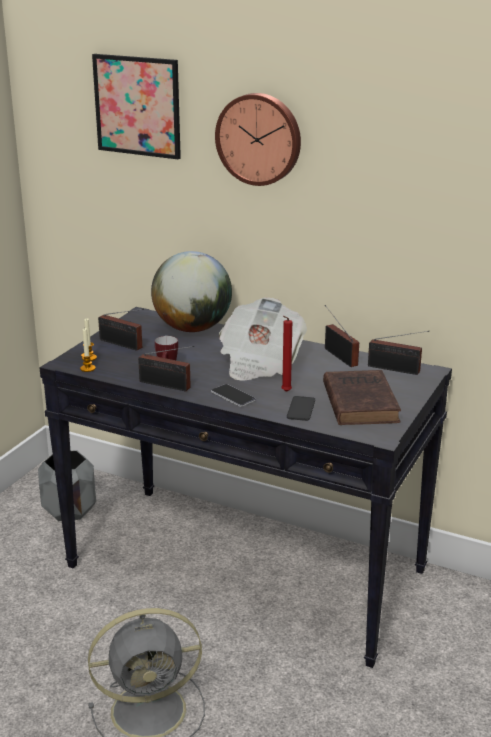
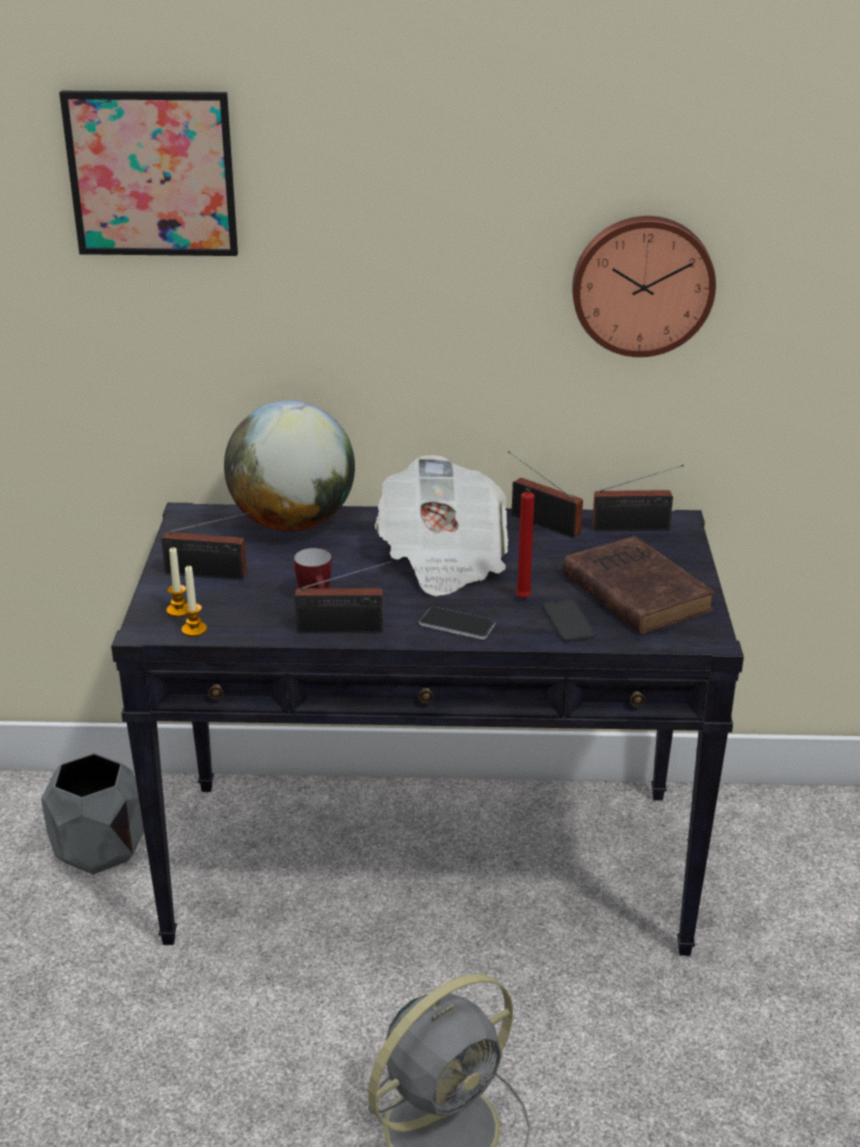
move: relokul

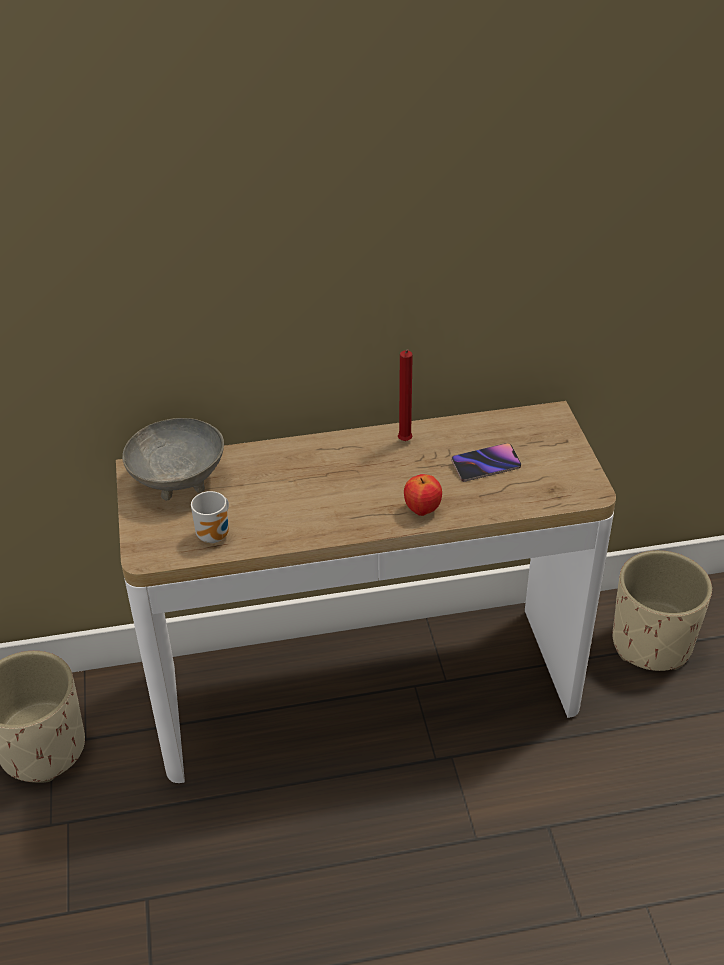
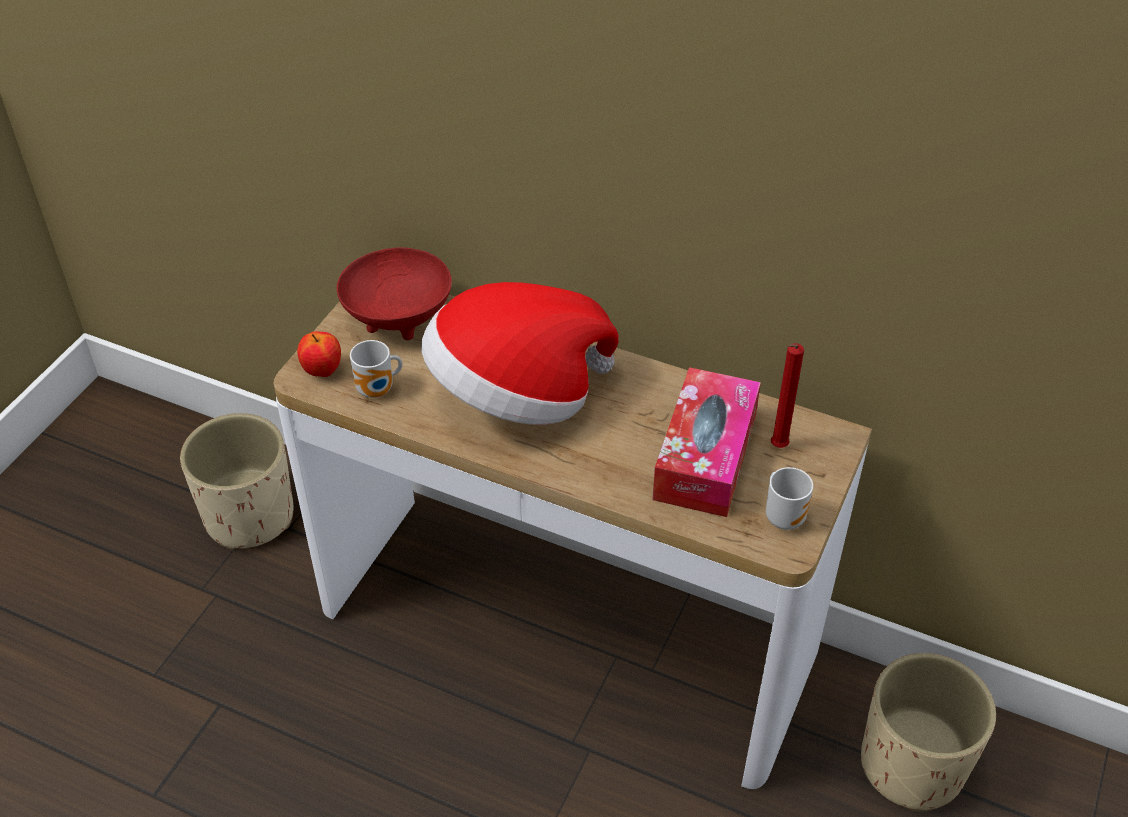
insert: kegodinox; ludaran (2nd from left)
move: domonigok; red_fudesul
replace: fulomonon to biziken
recolor: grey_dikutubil to red_dikutubil

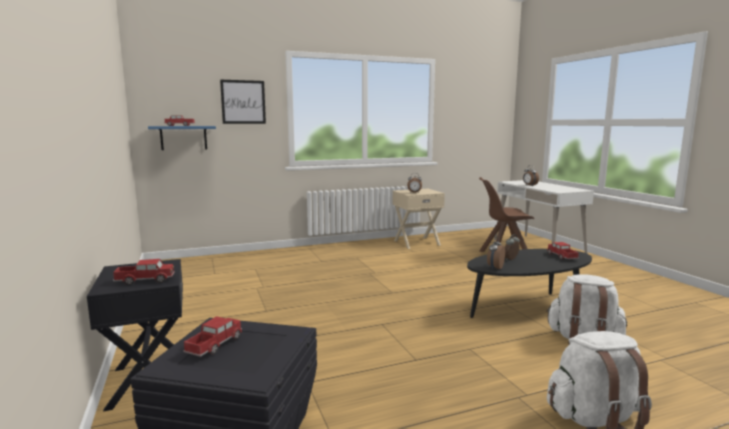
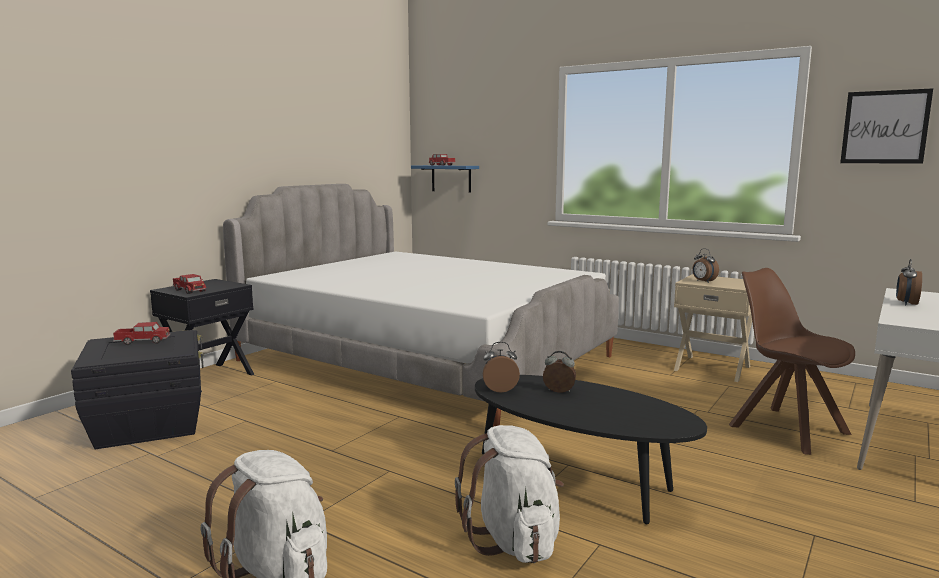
delete: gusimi (4th from left)
insert: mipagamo
move: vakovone

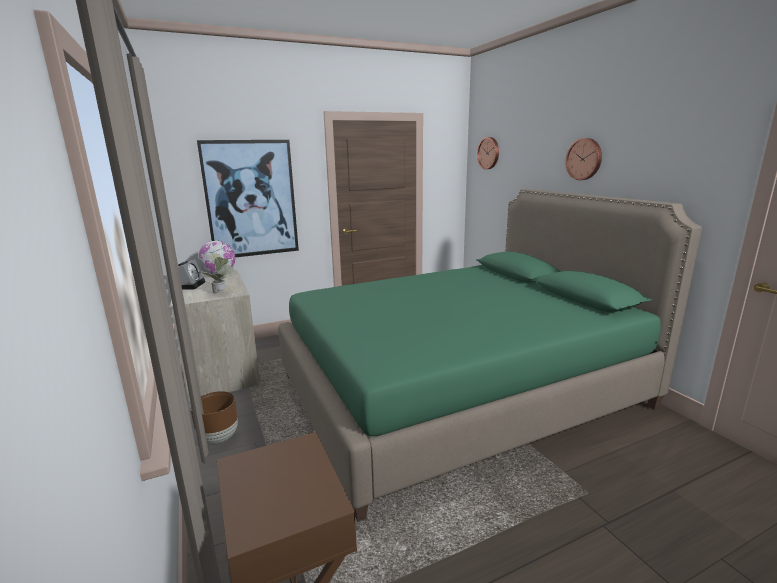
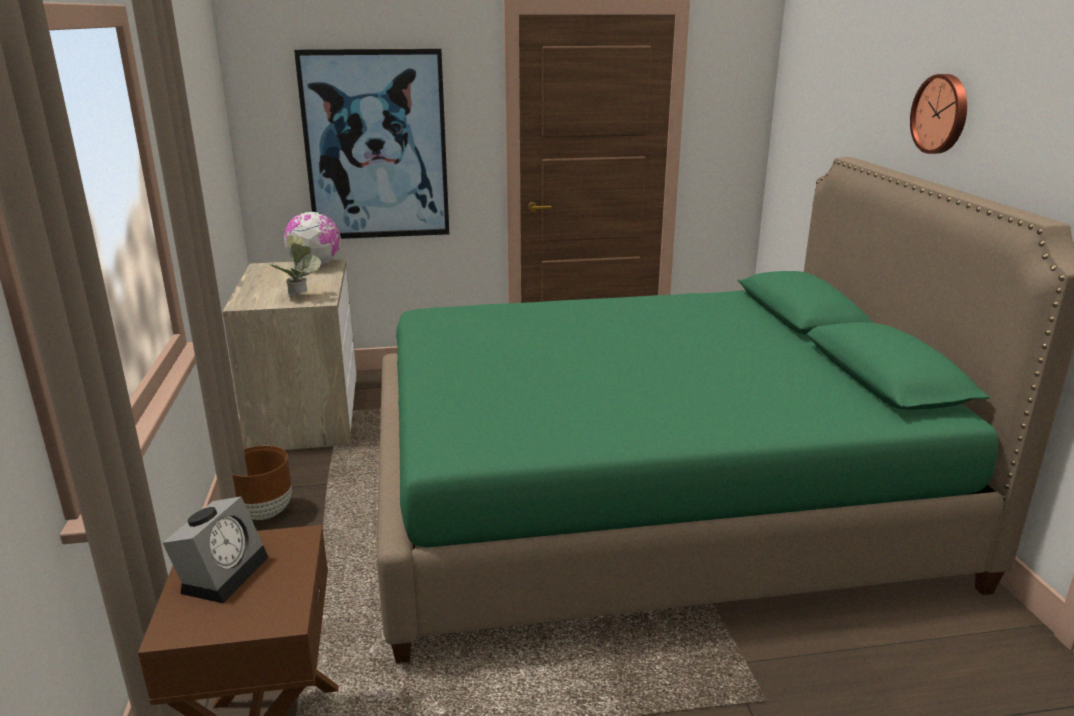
delete: relokul (1st from left)
move: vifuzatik

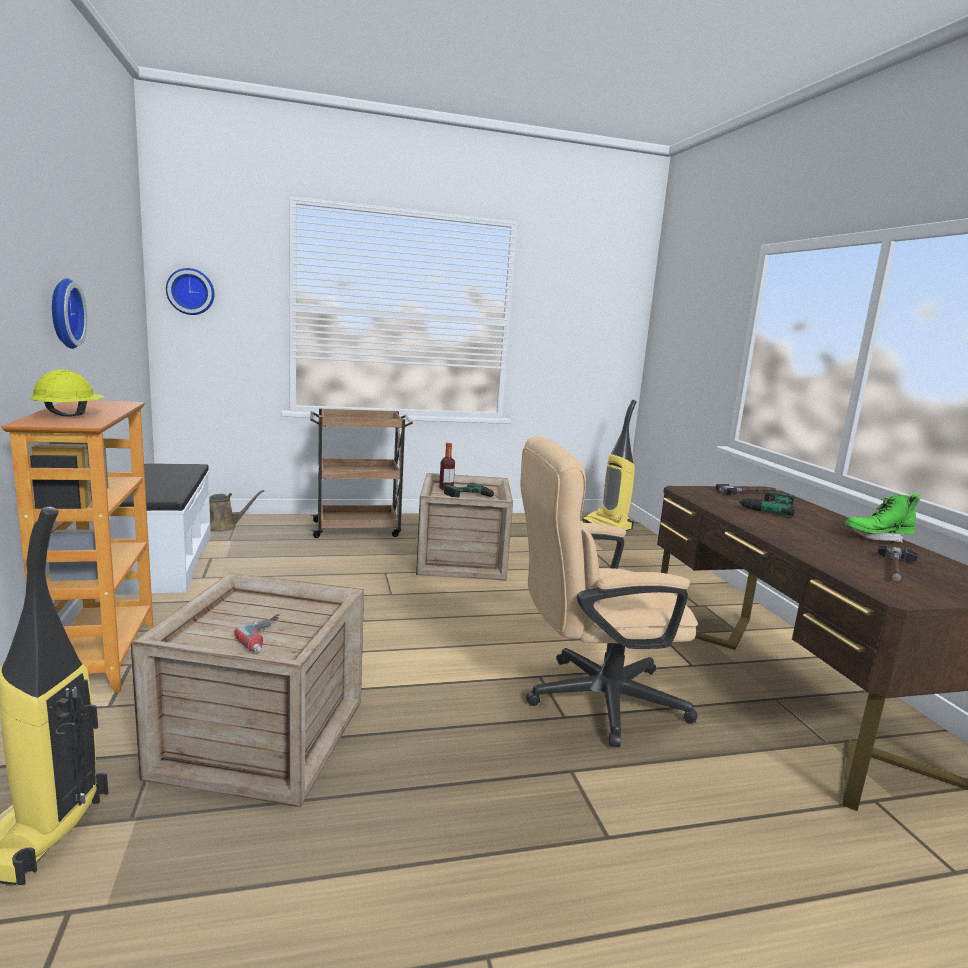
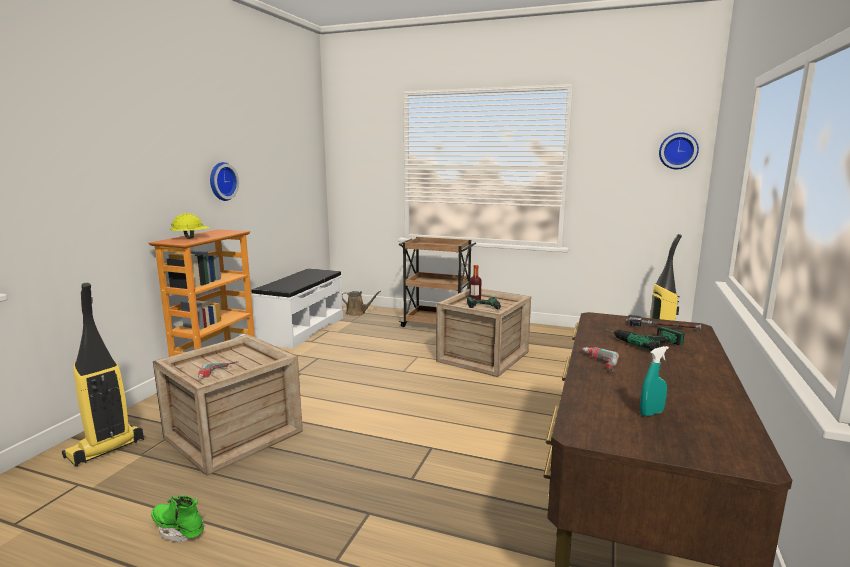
delete: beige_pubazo
insert: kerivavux (3rd from left)
move: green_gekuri; relokul (2nd from left)
replace: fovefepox (2nd from left) to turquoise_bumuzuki

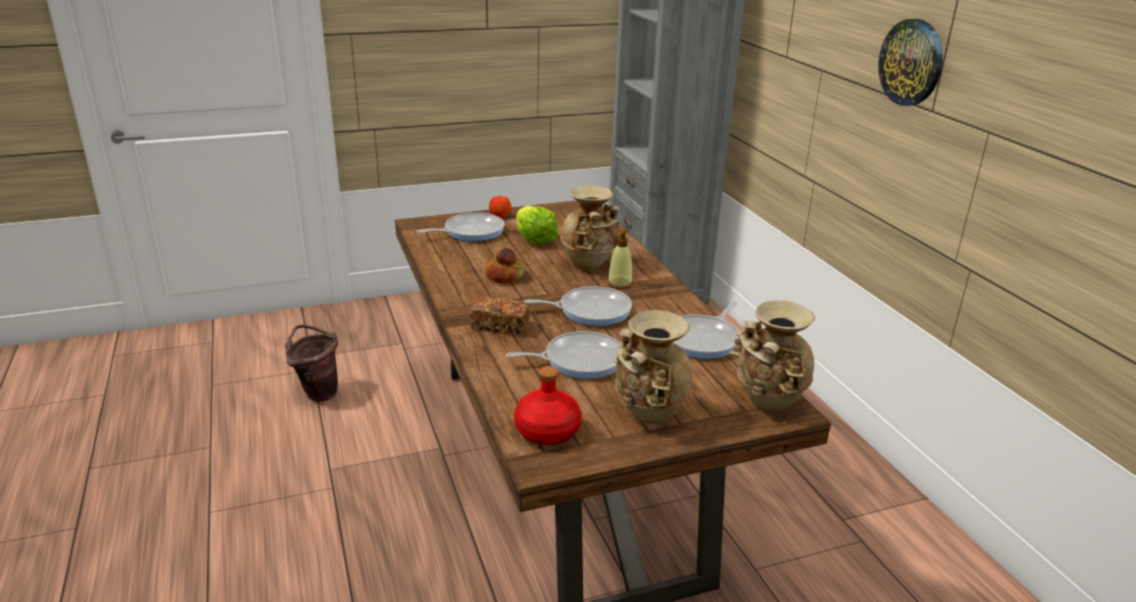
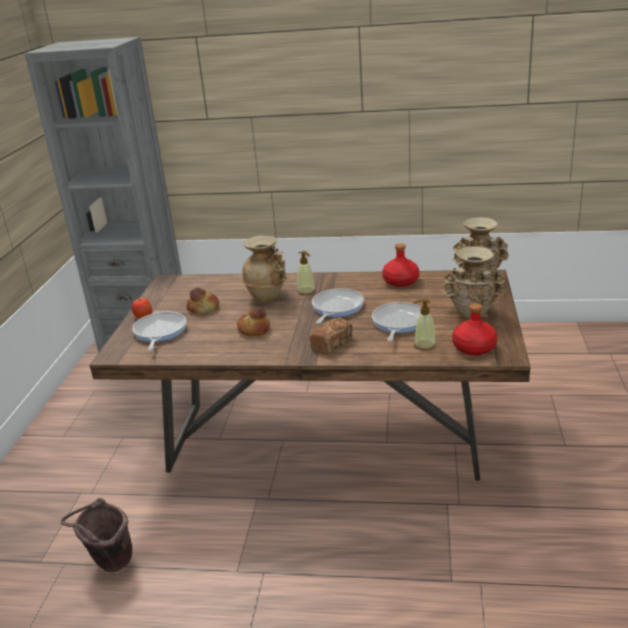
delete: relokul
insert: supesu (2nd from left)
replace: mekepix to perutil (1st from left); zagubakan (4th from left) to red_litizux (1st from left)

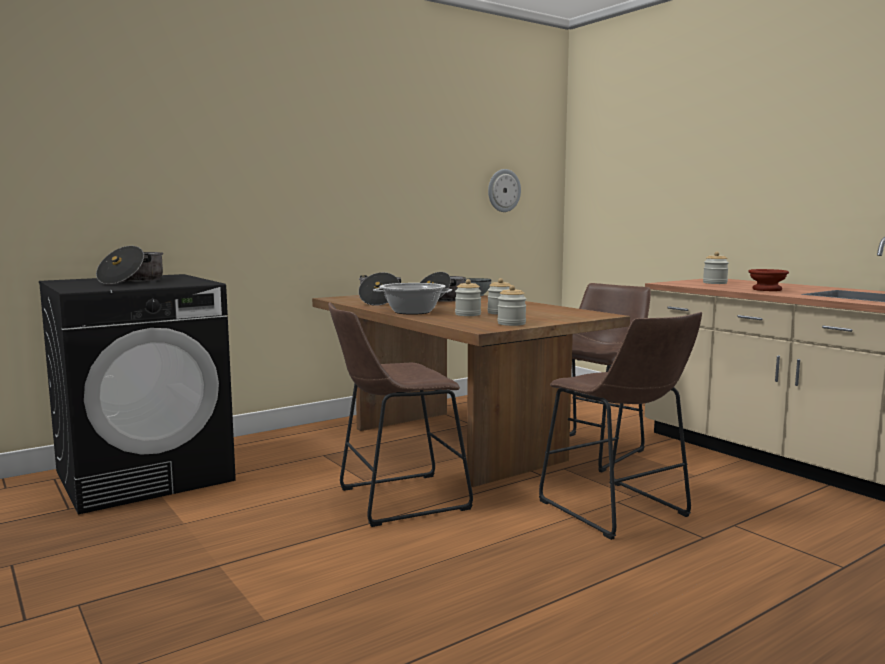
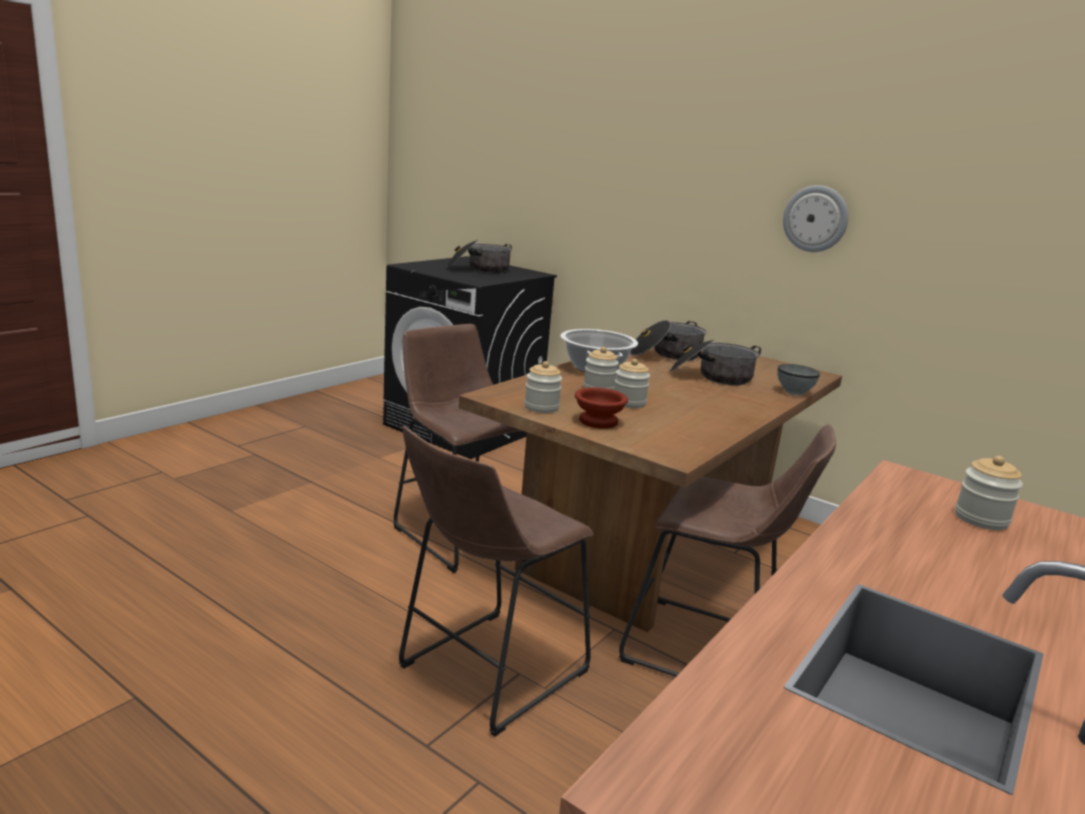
move: brown_dikutubil; relokul

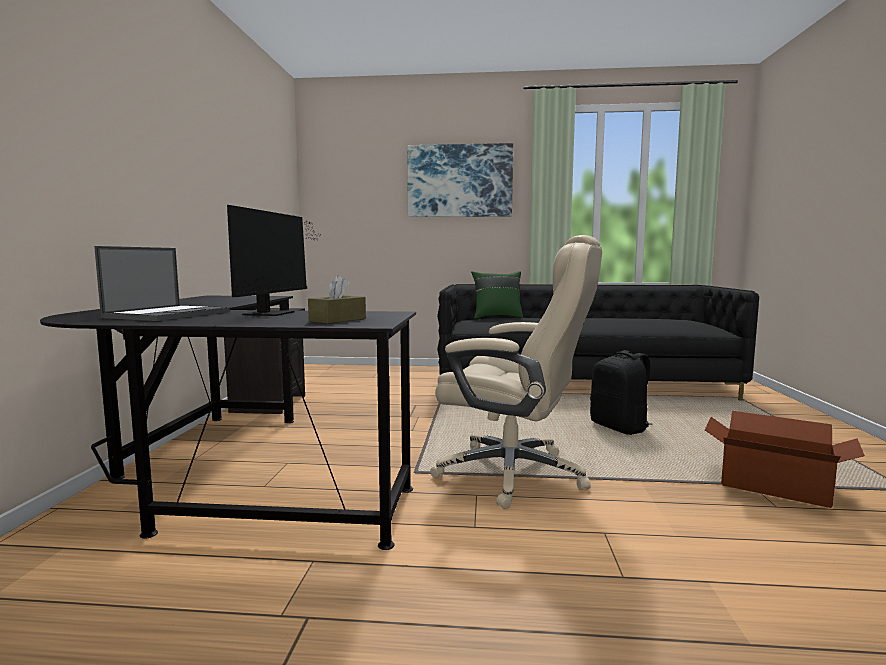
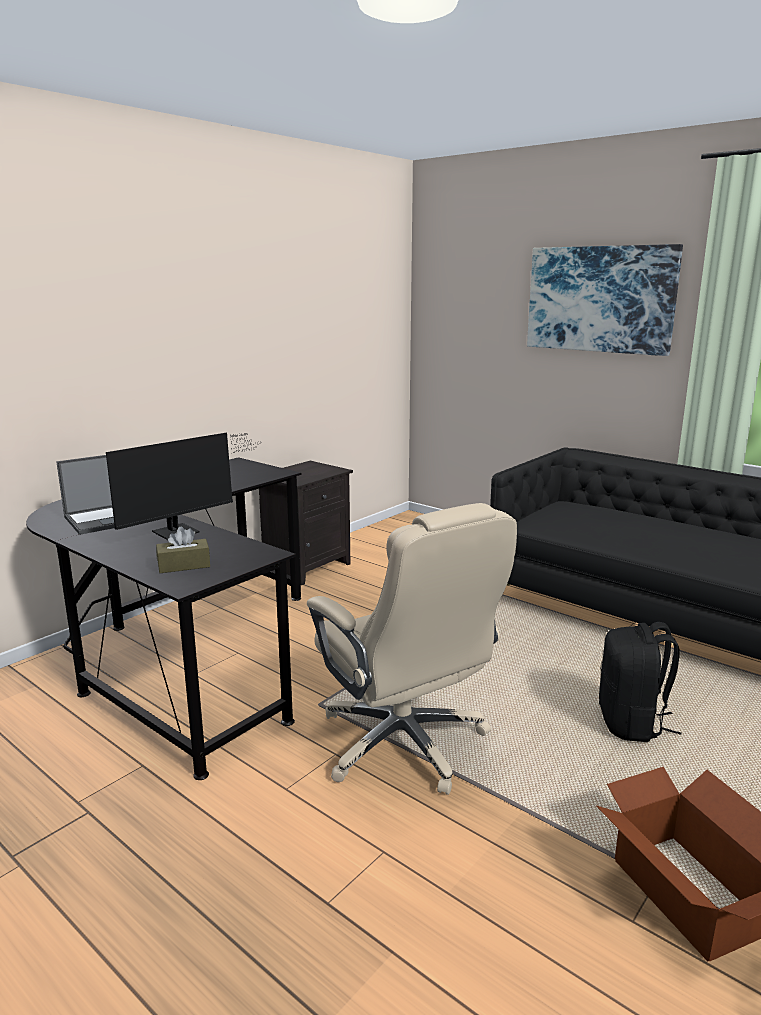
delete: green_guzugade

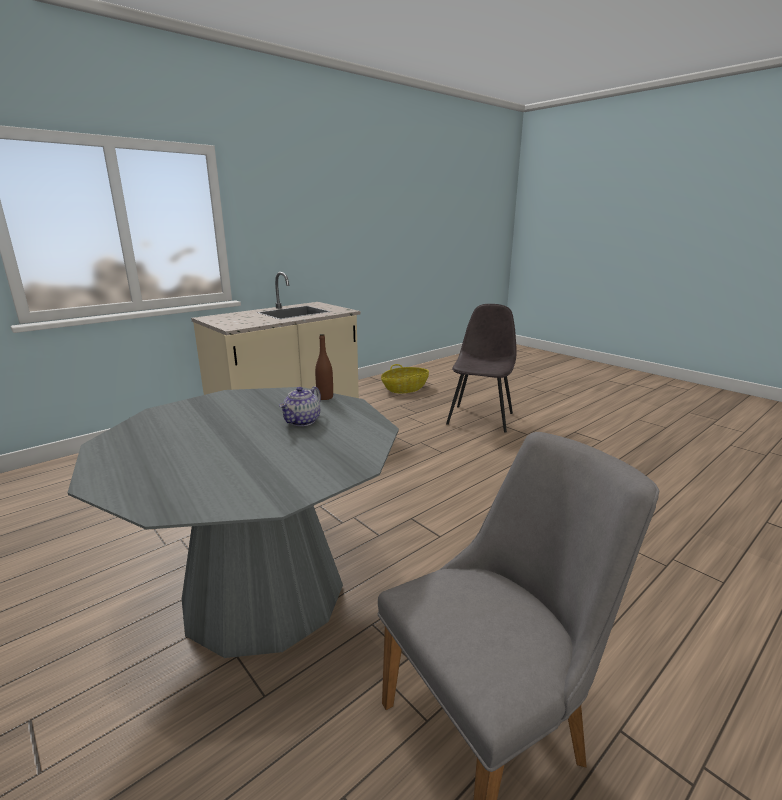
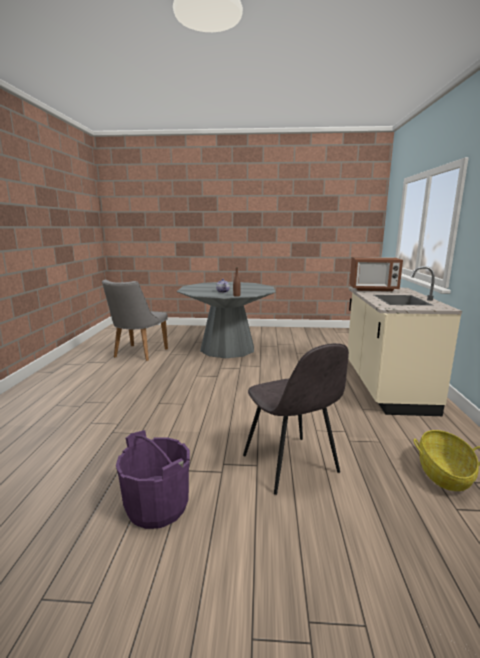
insert: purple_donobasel; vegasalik

